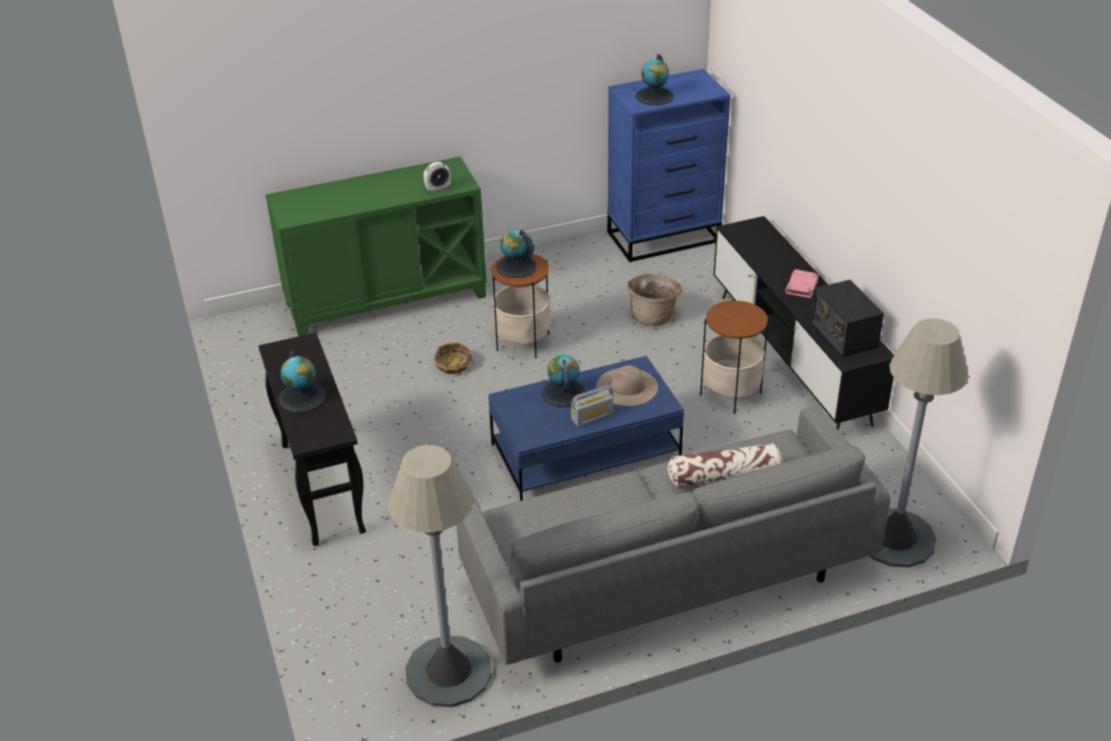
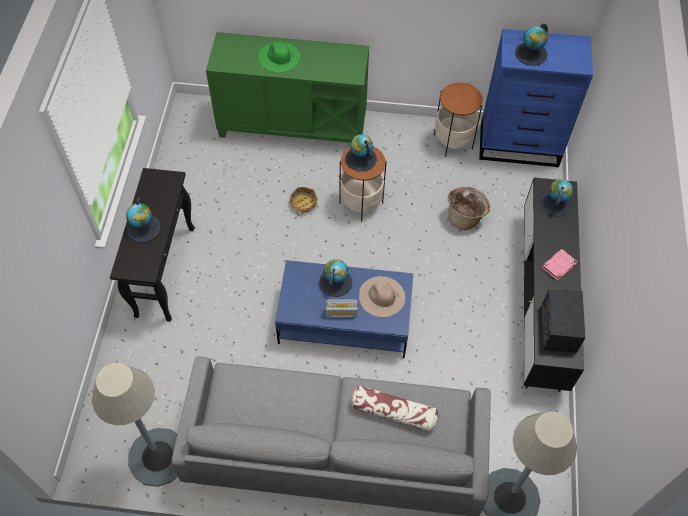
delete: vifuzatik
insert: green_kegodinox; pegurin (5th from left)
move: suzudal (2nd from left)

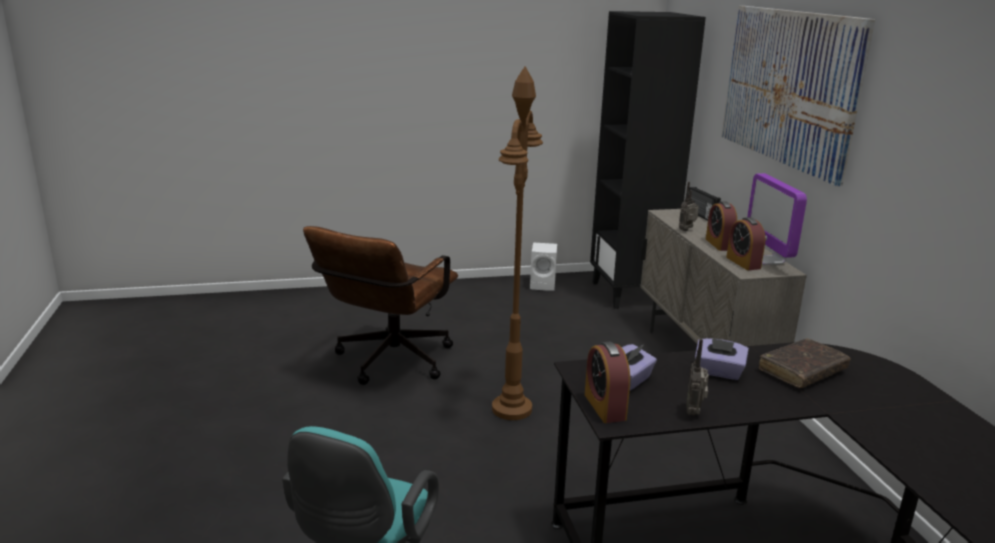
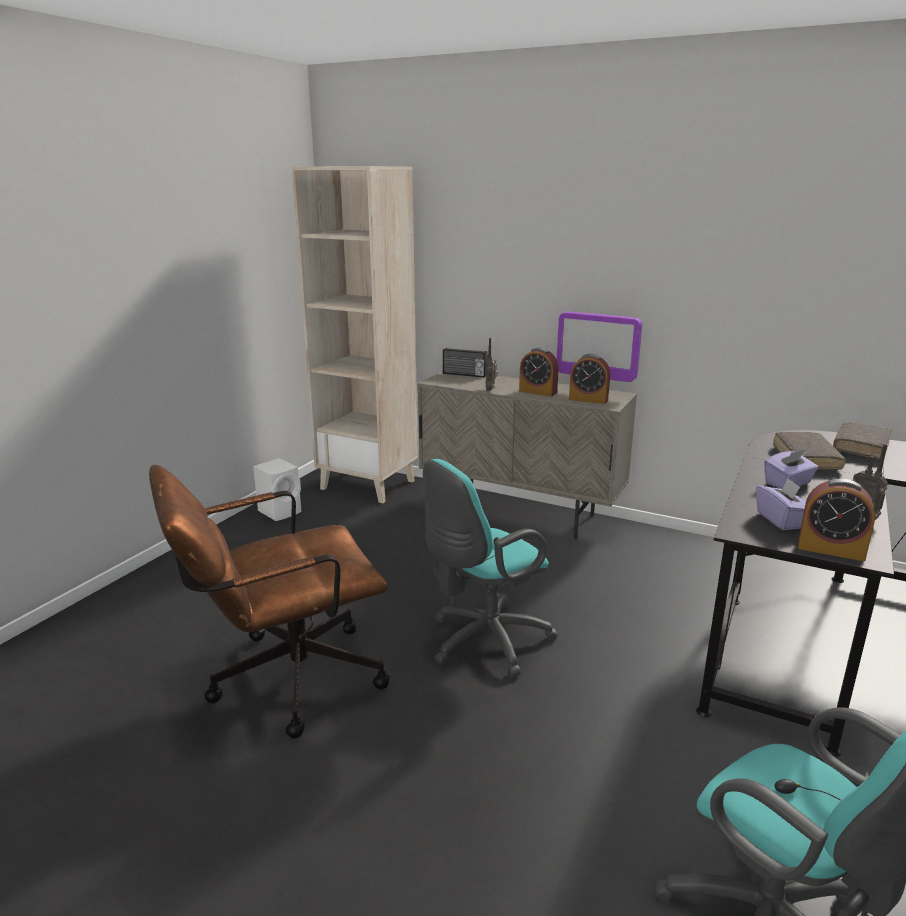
delete: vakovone
insert: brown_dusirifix (2nd from left)
replace: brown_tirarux to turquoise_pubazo (1st from left)
recolor: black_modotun to beige_modotun
rotate: brown_pubazo 90 degrees clockwise

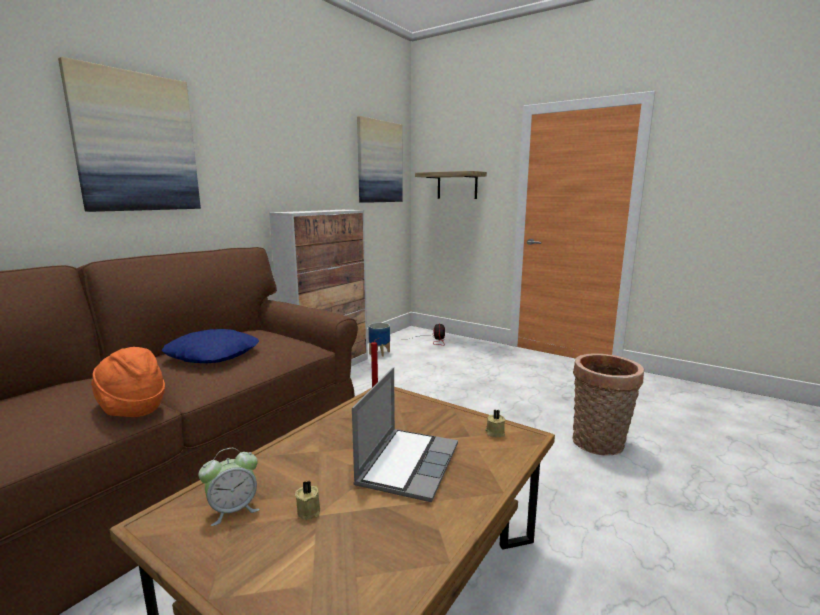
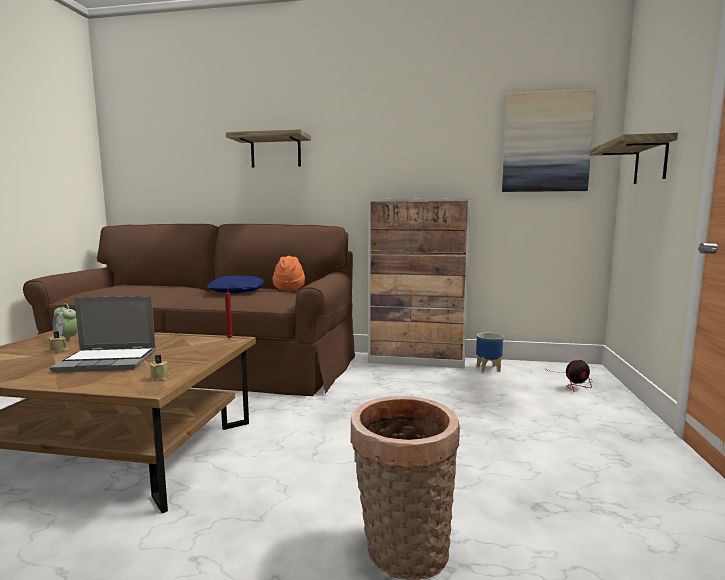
move: orange_kegodinox
replace: vakovone (1st from left) to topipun (1st from left)

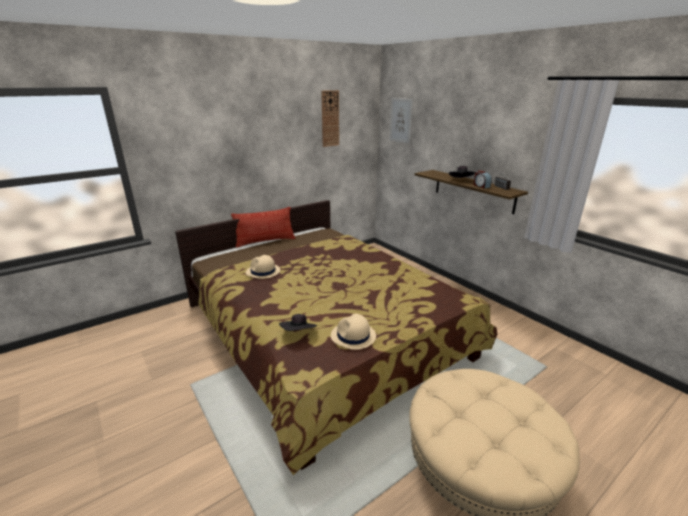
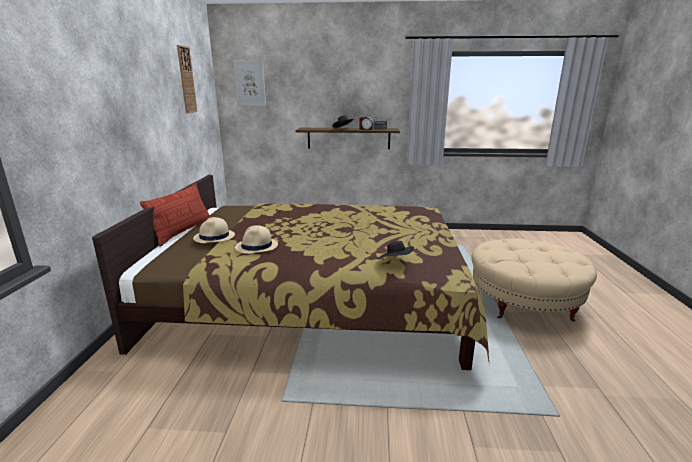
move: beige_kegodinox (2nd from left in the first image) to beige_kegodinox (1st from left)

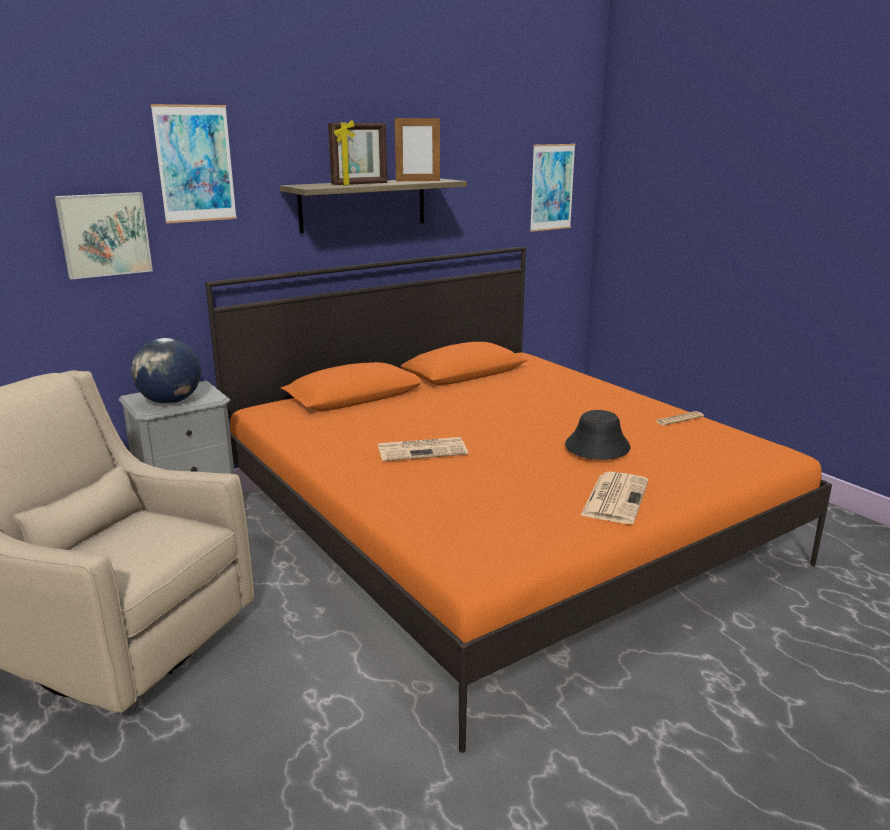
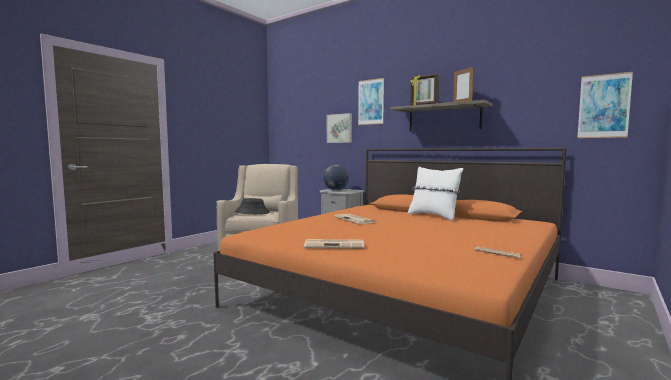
insert: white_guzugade
move: black_kegodinox

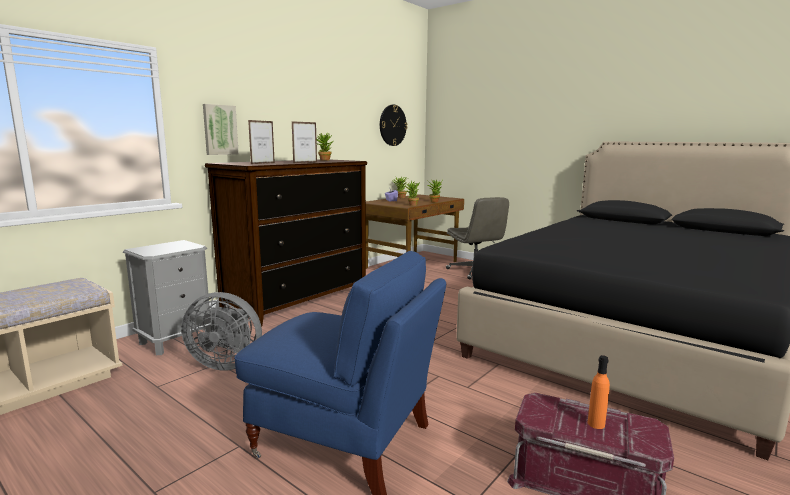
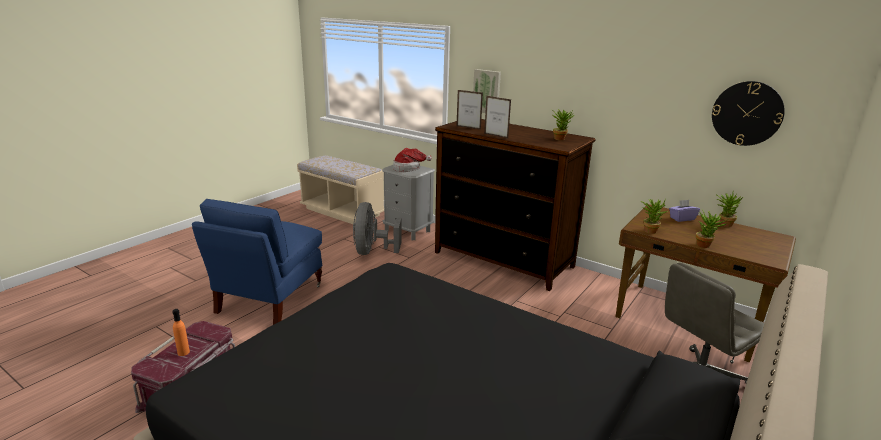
insert: kegodinox

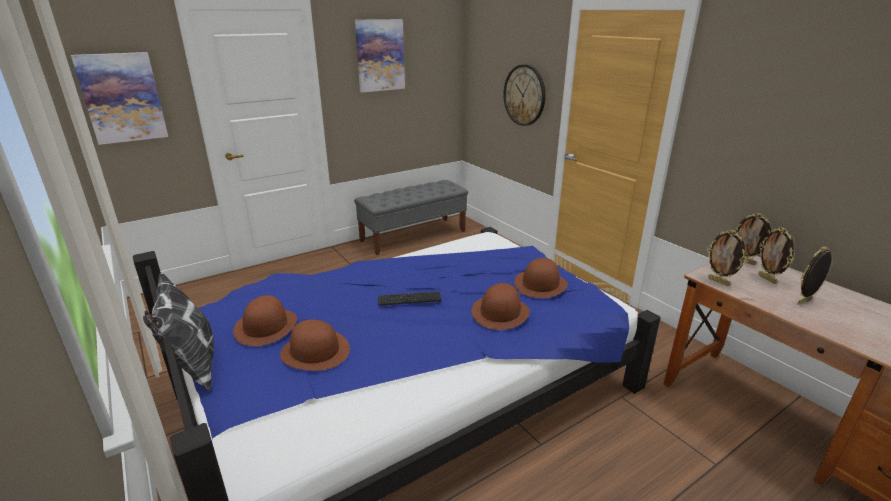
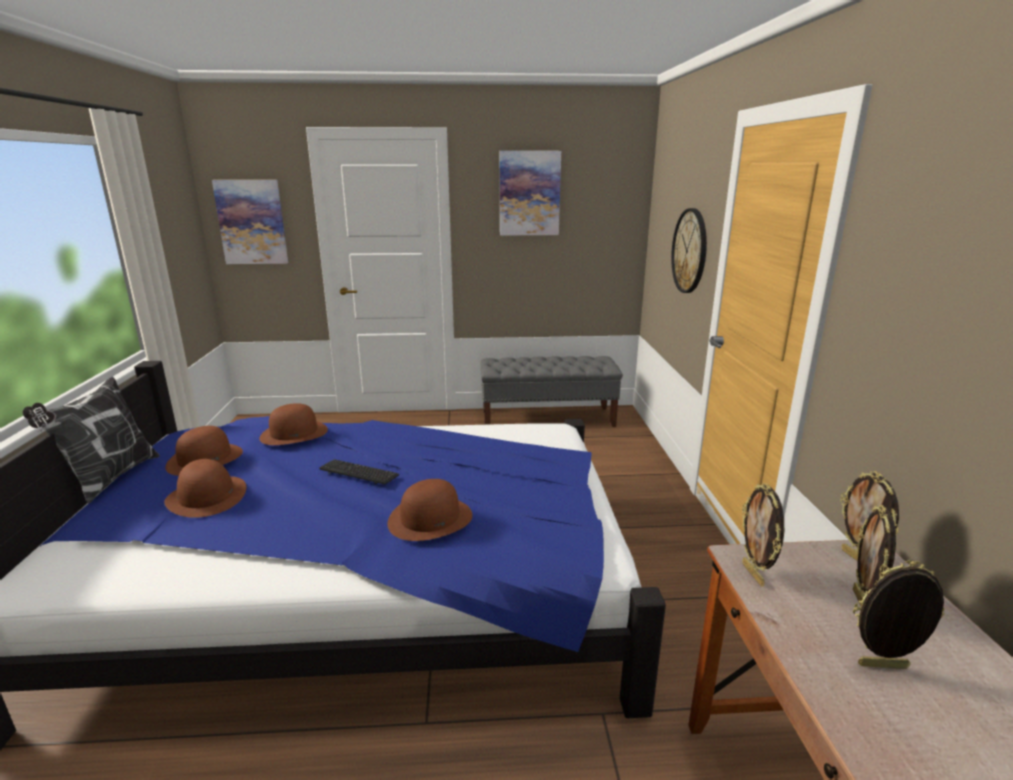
move: brown_kegodinox (4th from left in the first image) to brown_kegodinox (3rd from left)

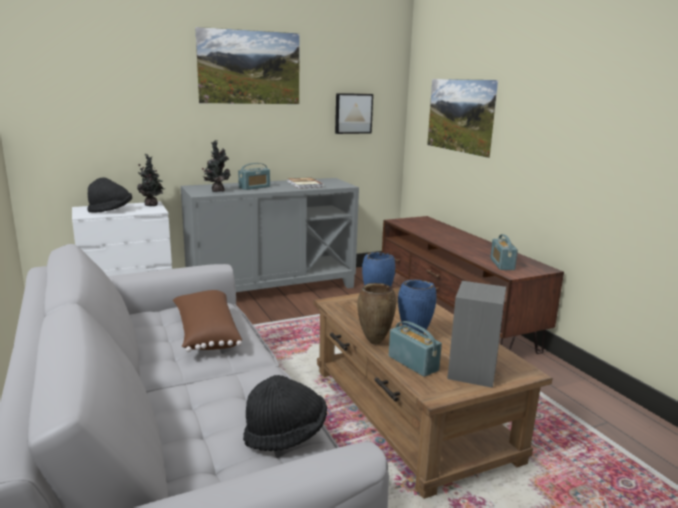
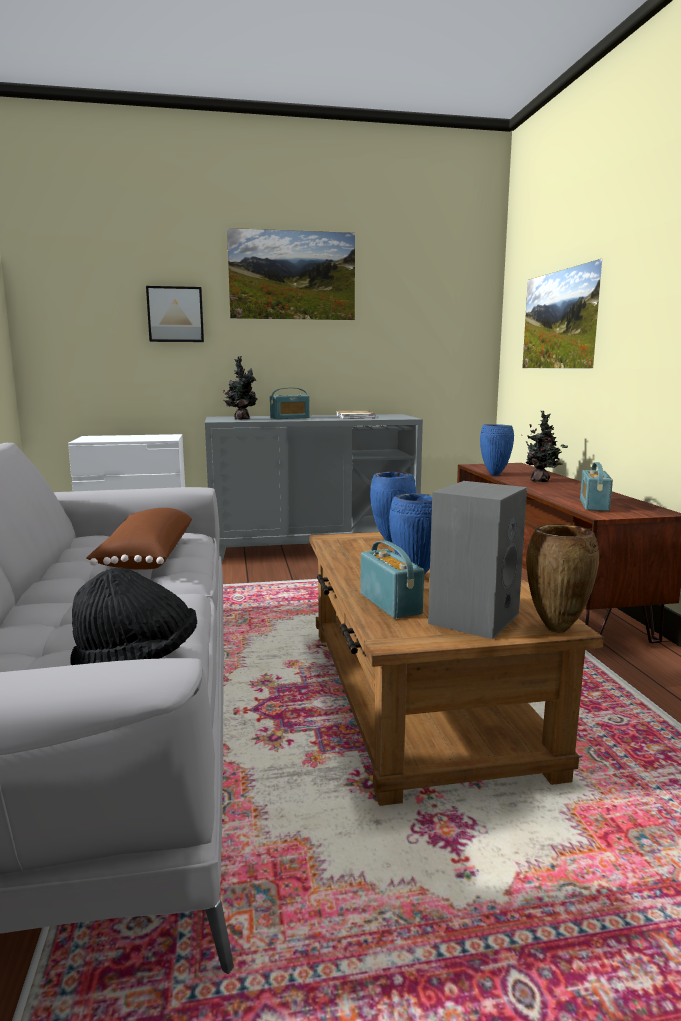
delete: black_kegodinox (1st from left)
insert: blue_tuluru (3rd from left)
move: vakovone (2nd from left in the first image) to vakovone (1st from left); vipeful (1st from left in the first image) to vipeful (2nd from left); brown_tuluru

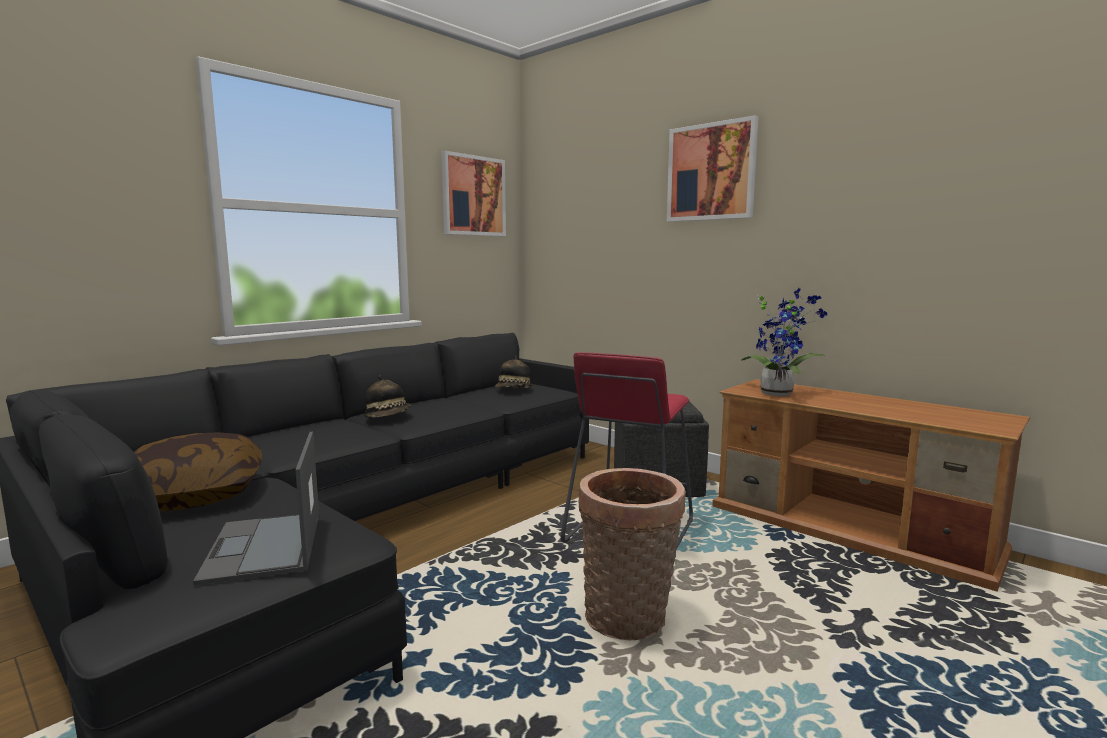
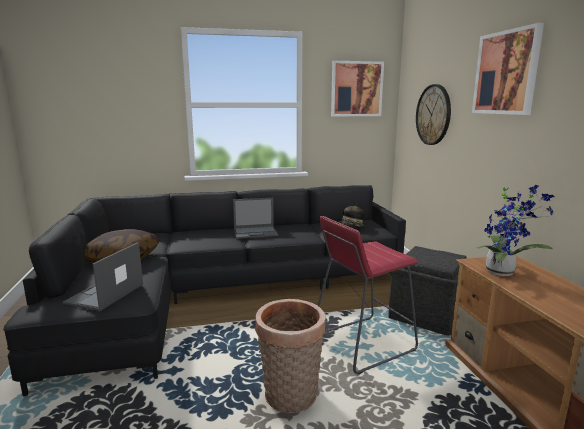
insert: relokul
replace: kegodinox (1st from left) to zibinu (2nd from left)

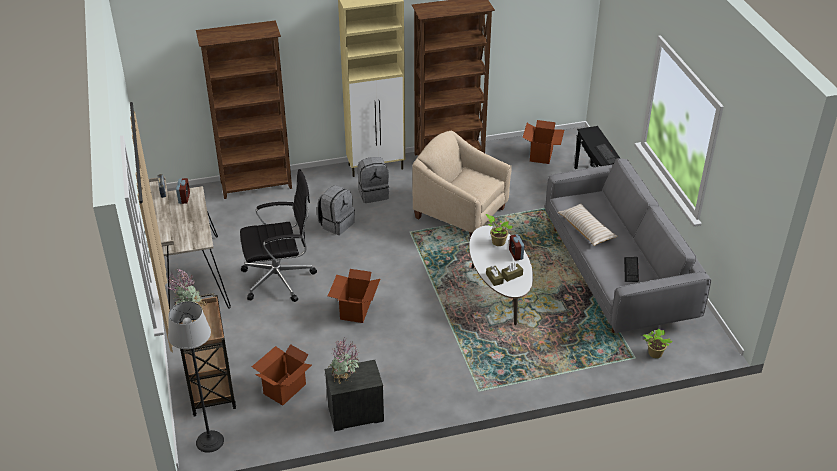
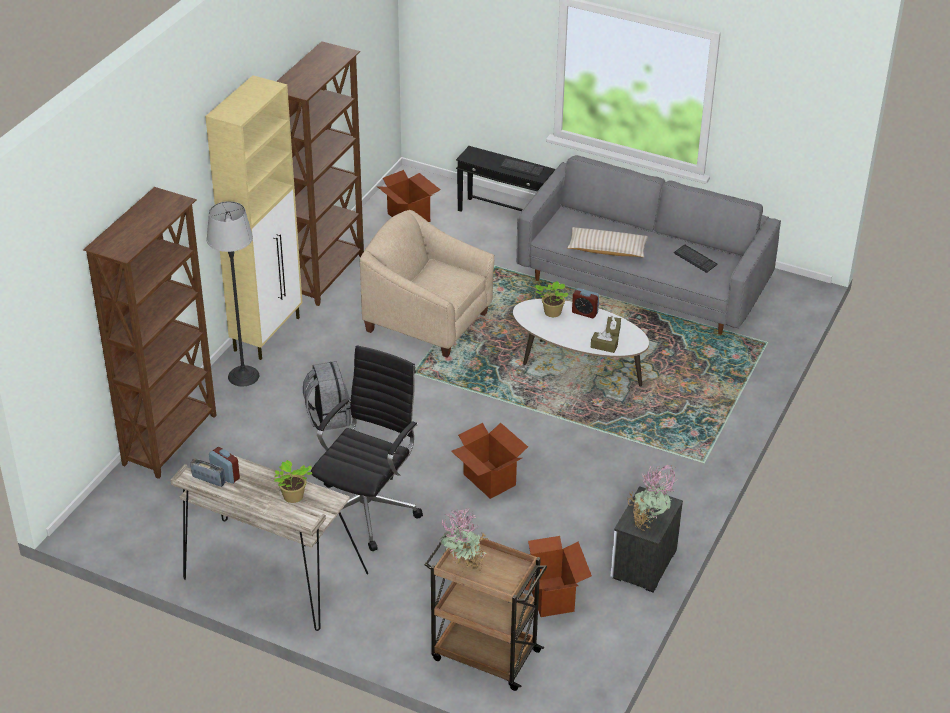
delete: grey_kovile (2nd from left)
move: tirarux; vipeful (4th from left in the first image) to vipeful (1st from left)
rotate: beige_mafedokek 45 degrees clockwise

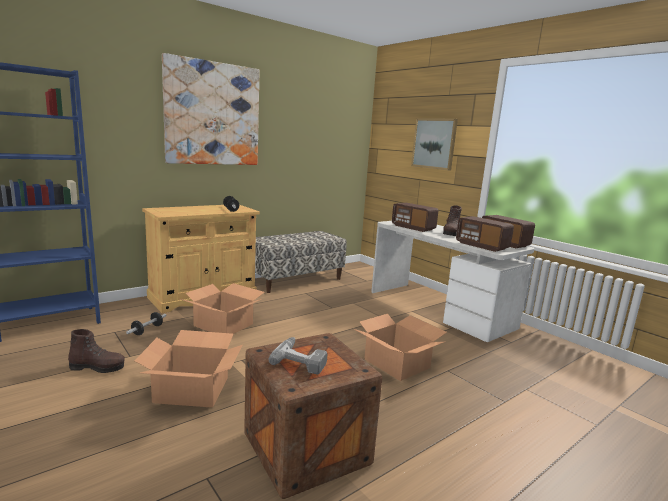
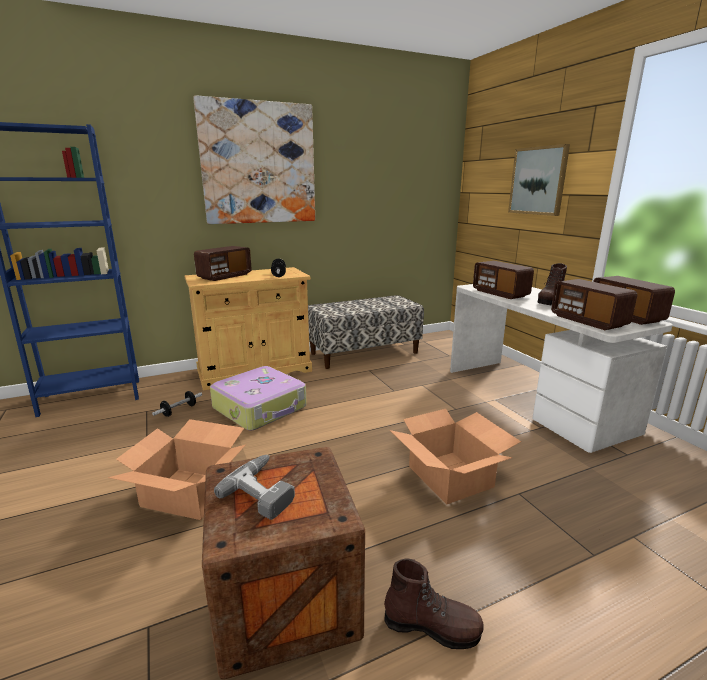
insert: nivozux (1st from left)
move: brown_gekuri (1st from left)
replace: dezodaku (2nd from left) to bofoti

